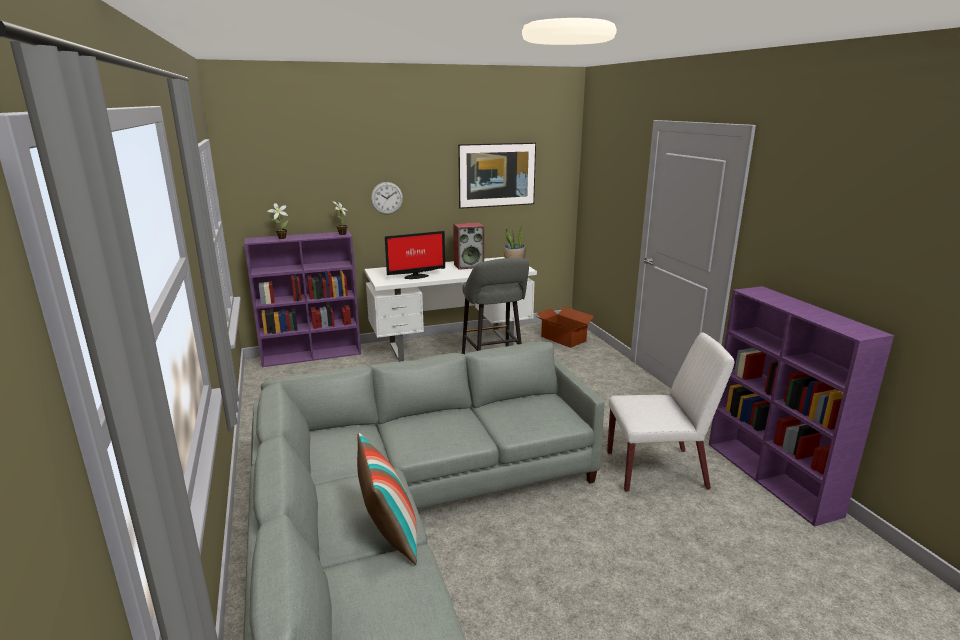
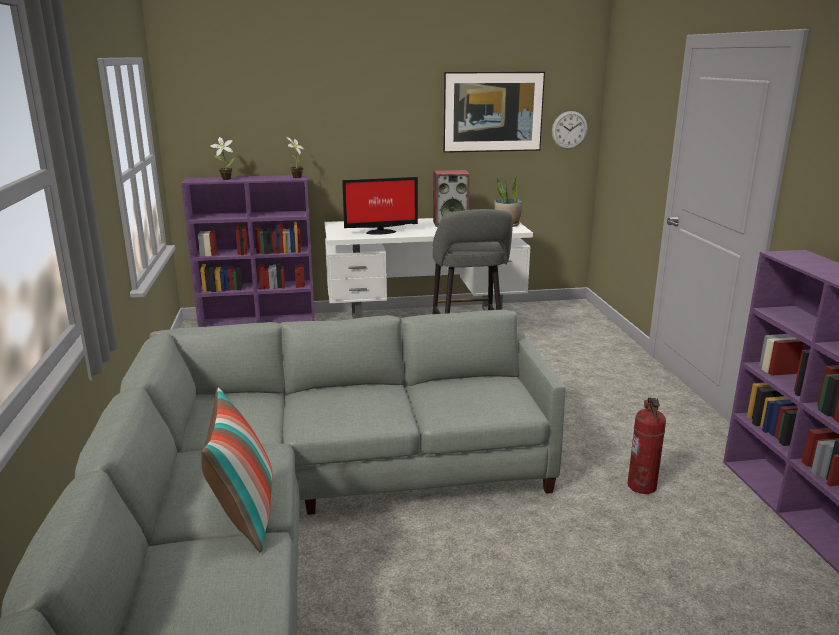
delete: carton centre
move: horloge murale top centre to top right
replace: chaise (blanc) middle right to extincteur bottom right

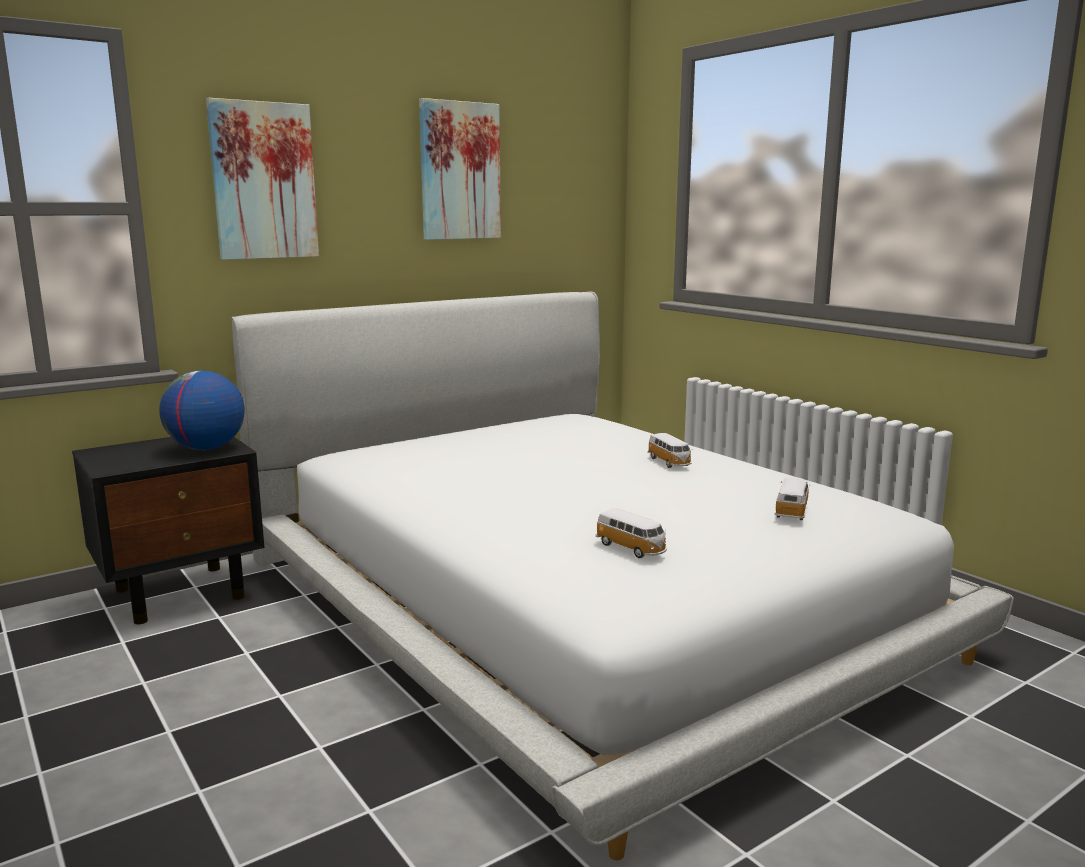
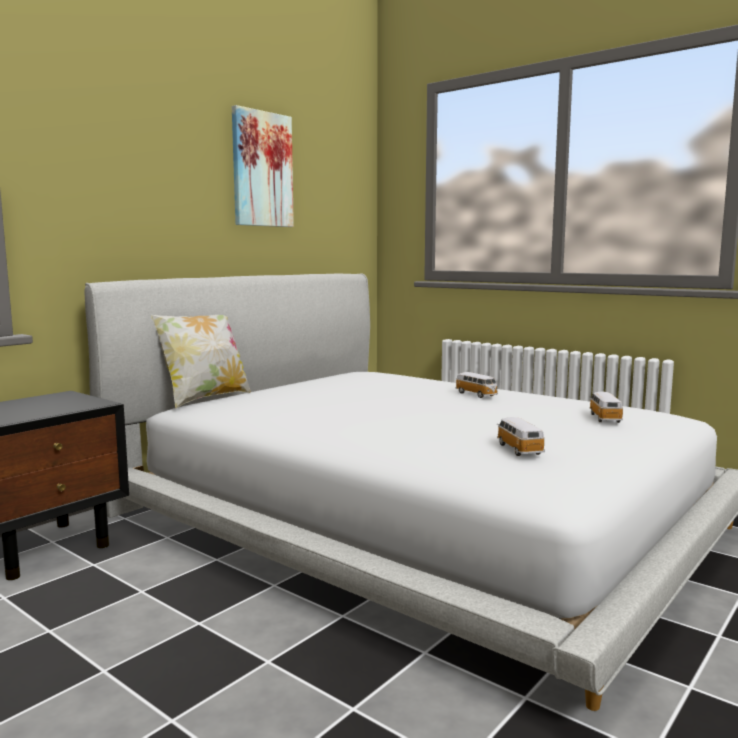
delete: globe middle left; tableau (1st from left) top left
insert: coussin middle left
rotate: petite voiture (1st from left in the first image) centre = middle right 135 degrees counterclockwise

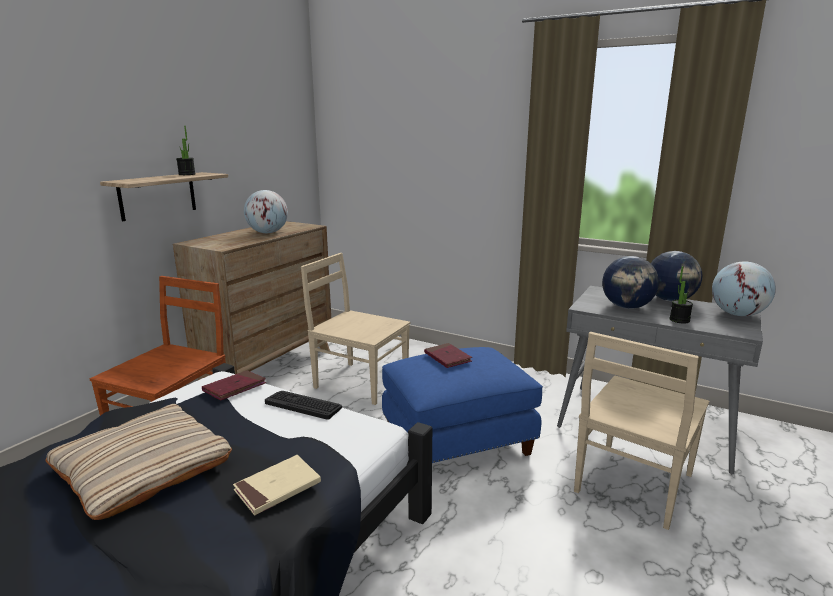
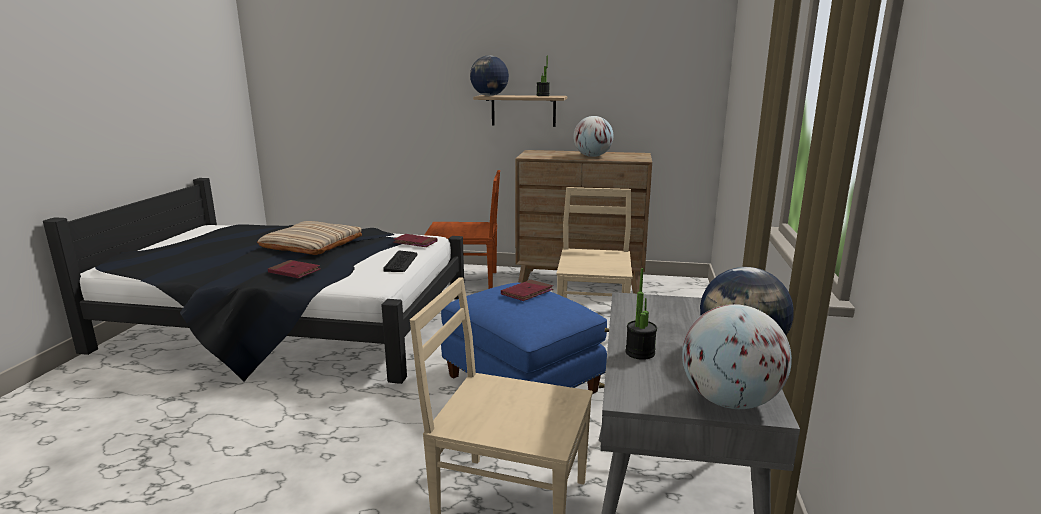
move: globe (2nd from left in the first image) middle right to globe (1st from left) top centre
recolor: livre (beige) bottom left to livre (rouge) (1st from left) middle left

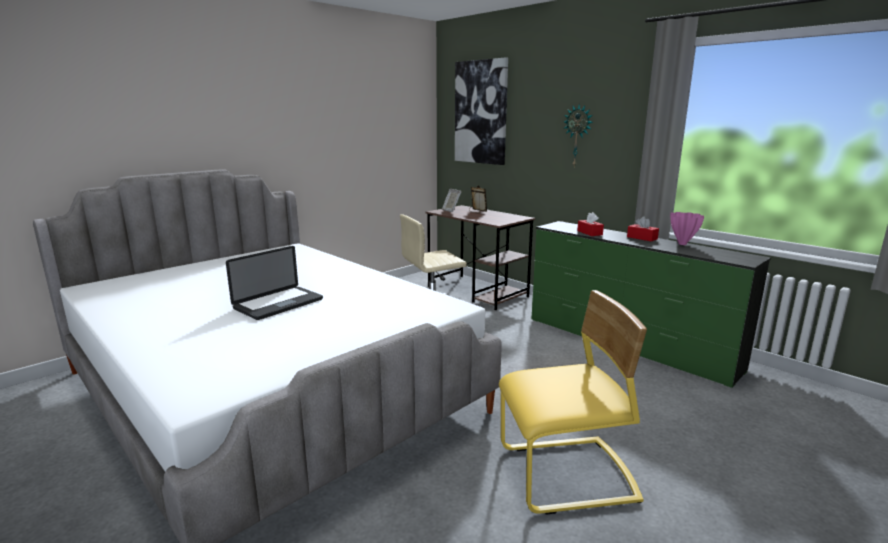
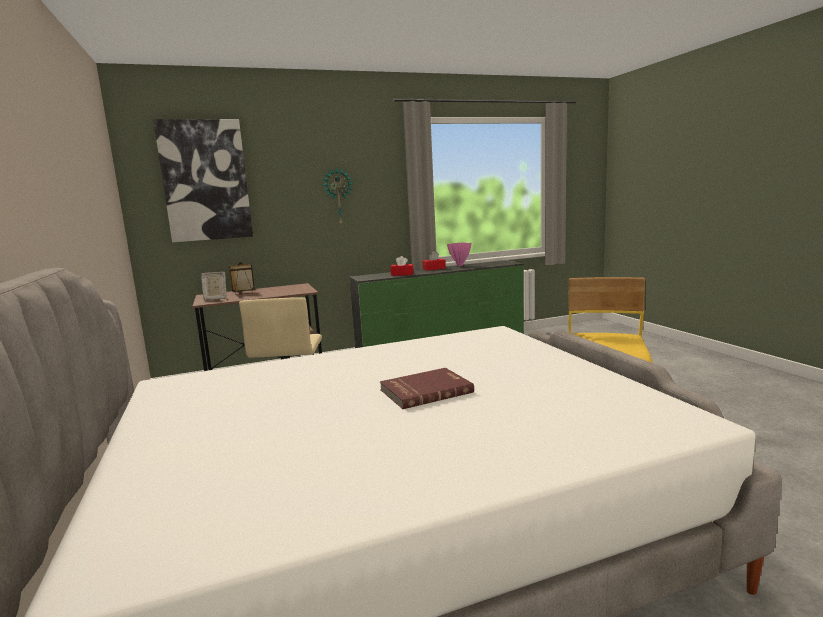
replace: ordinateur portable middle left to livre (rouge) centre

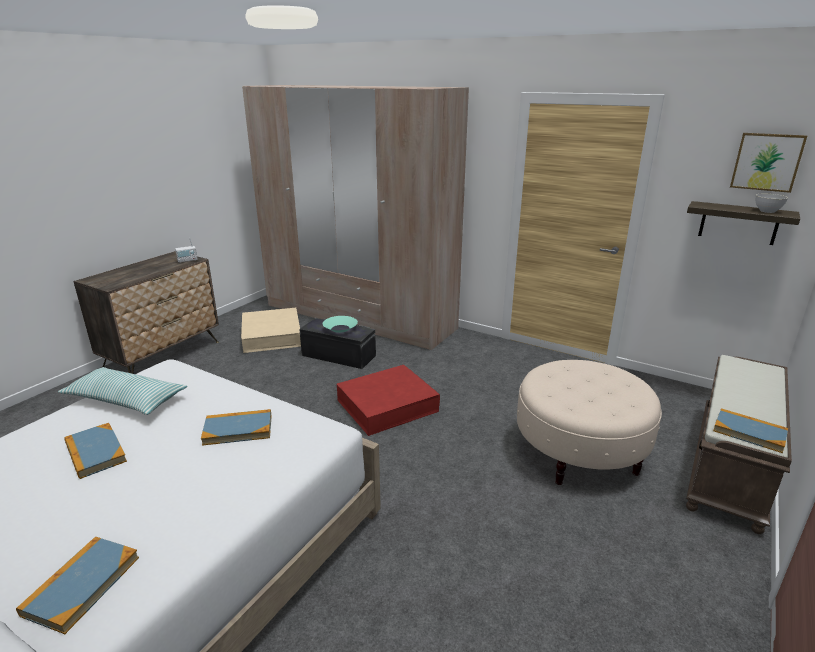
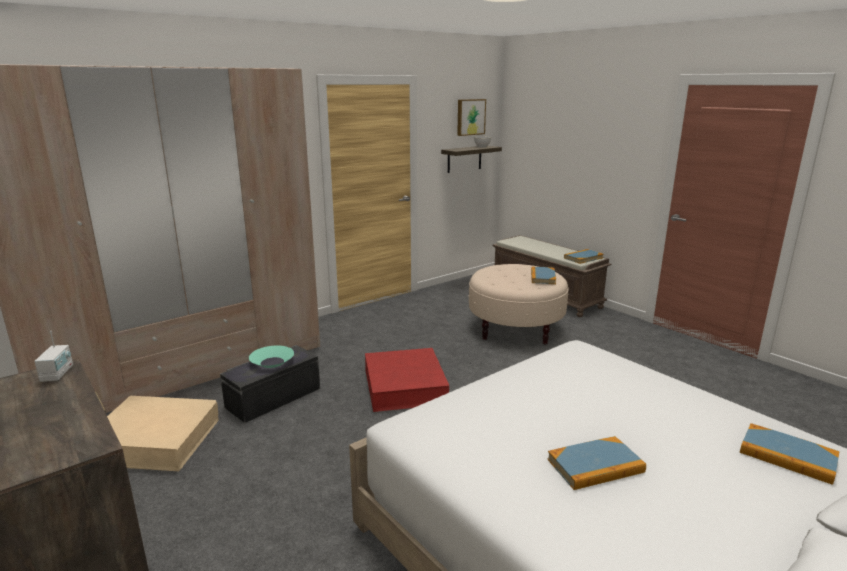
delete: coussin middle left
move: livre (3rd from left in the first image) middle left to livre (1st from left) centre

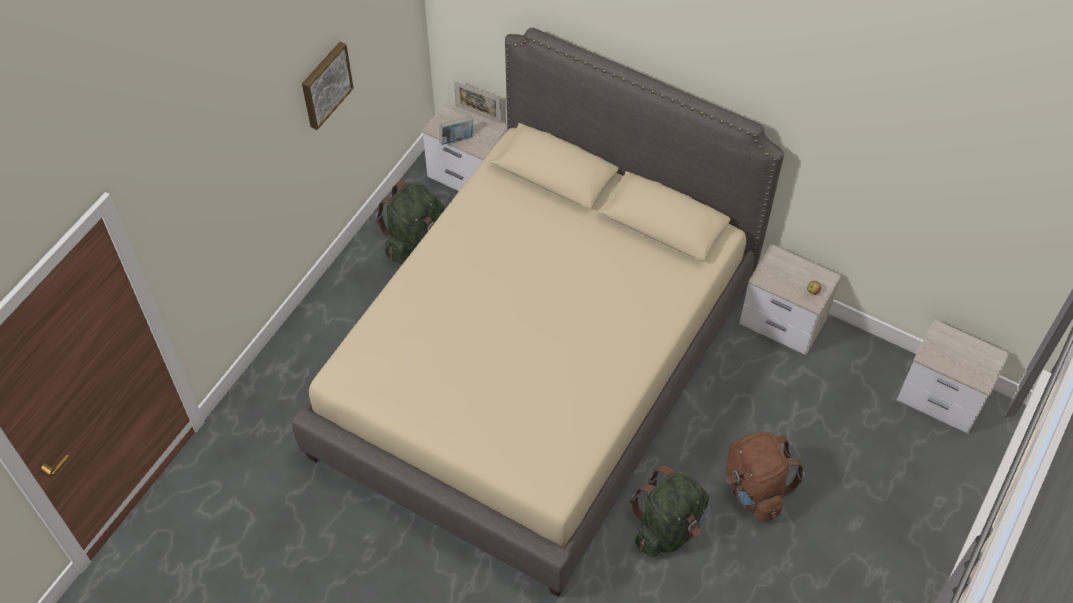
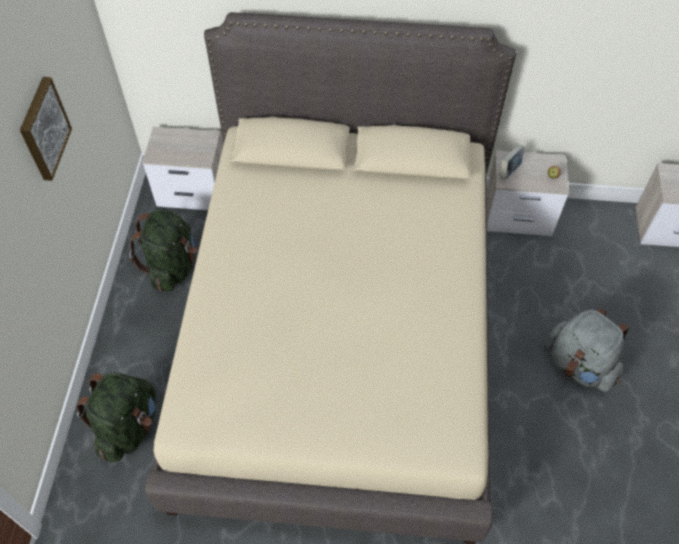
delete: cadre photo top centre
move: livre top centre to top right; sac à dos (vert) (2nd from left in the first image) bottom centre to sac à dos (vert) (1st from left) bottom left
recolor: sac à dos (marron) bottom right to sac à dos (gris) middle right

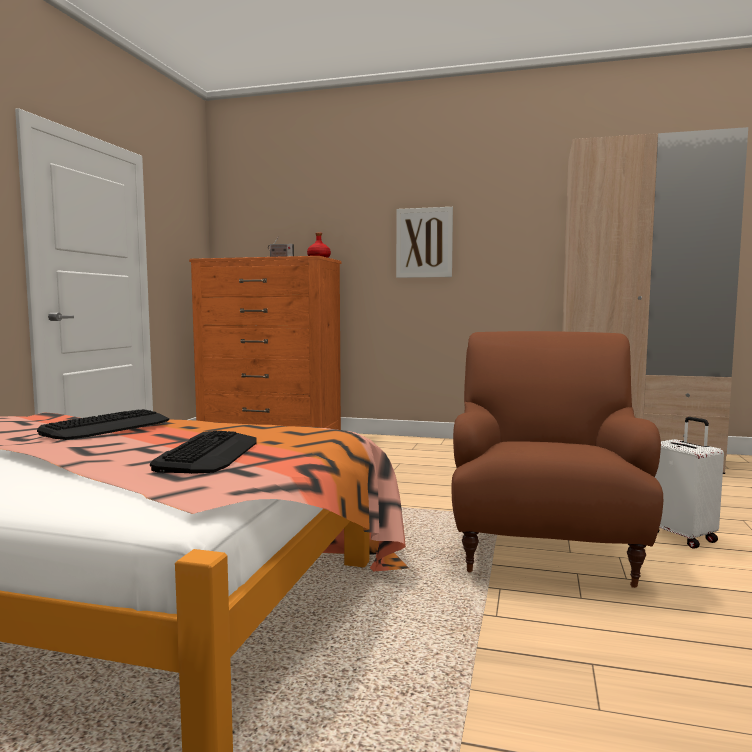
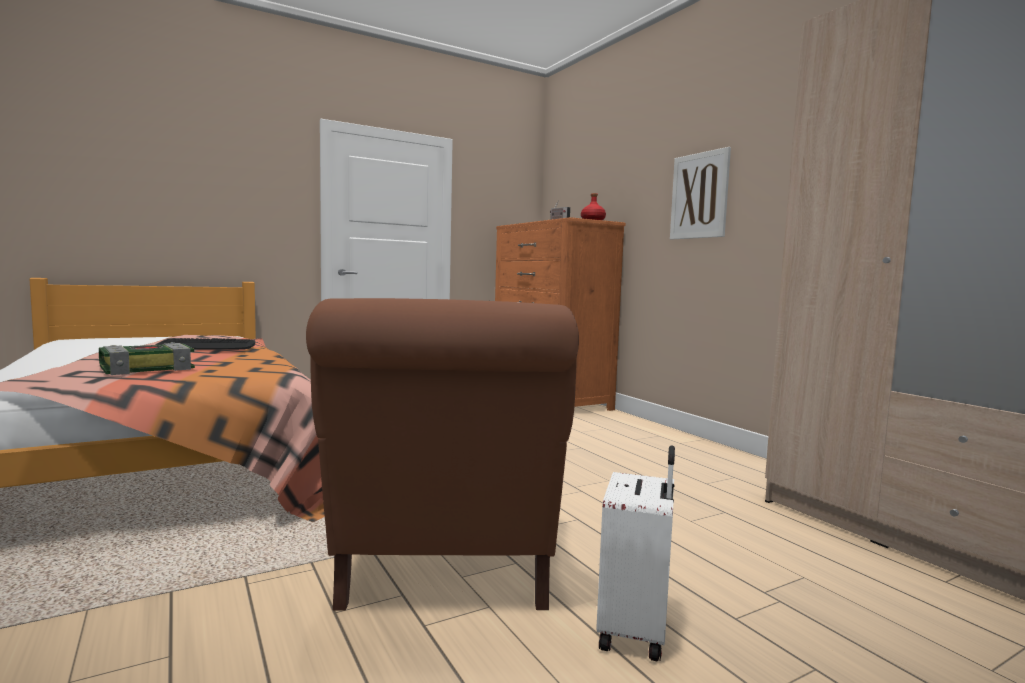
replace: clavier (2nd from left) middle left to livre middle left
rotate: fauteuil (marron) middle right = centre 120 degrees clockwise

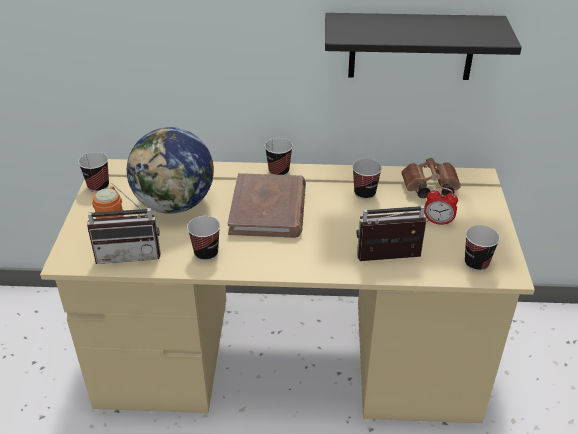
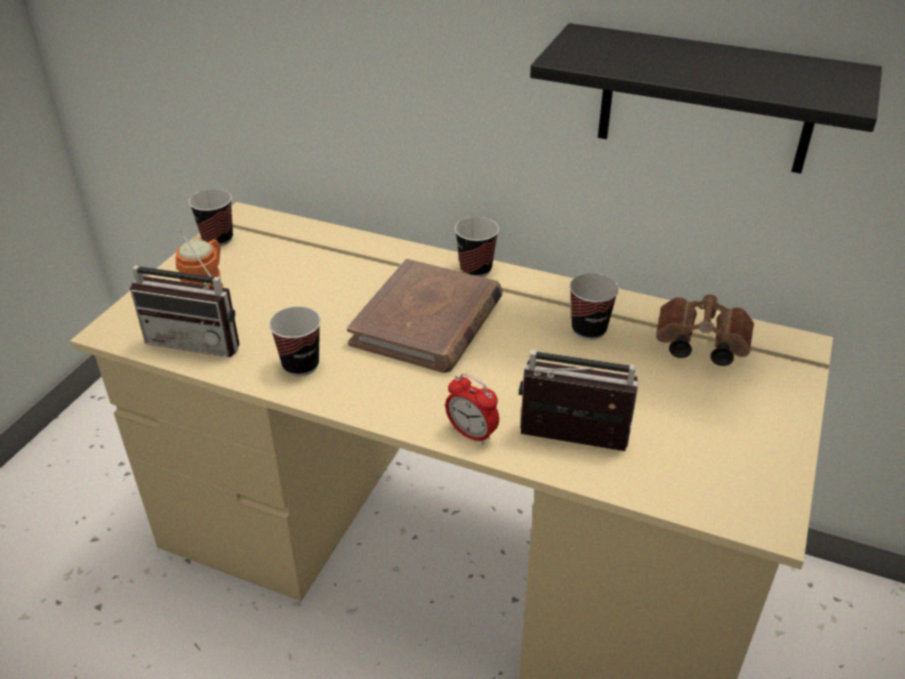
delete: globe middle left; tasse (5th from left) middle right
move: réveil middle right to centre

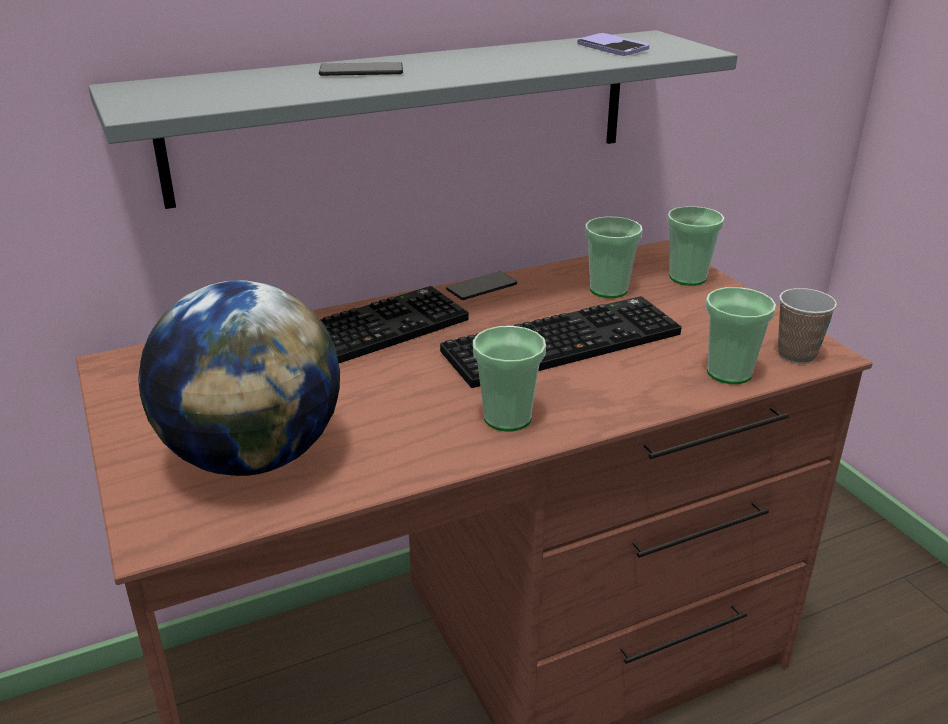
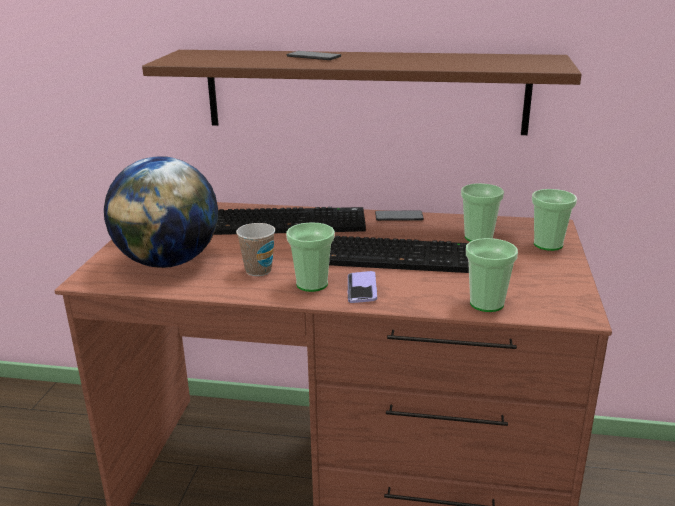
move: téléphone (3rd from left in the first image) top centre to téléphone (2nd from left) centre; tasse (5th from left in the first image) middle right to tasse (1st from left) centre
recolor: étagère (gris) top centre to étagère (marron) top centre

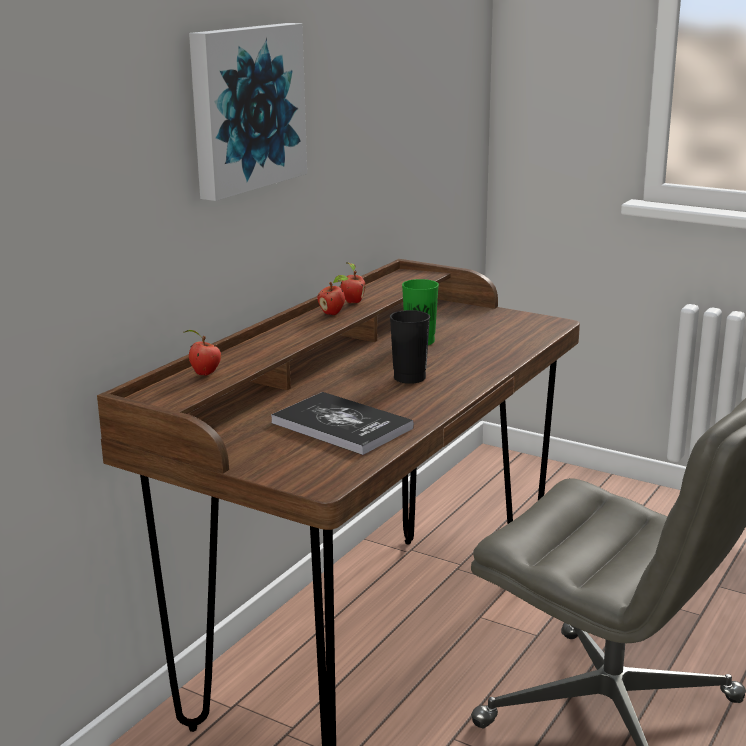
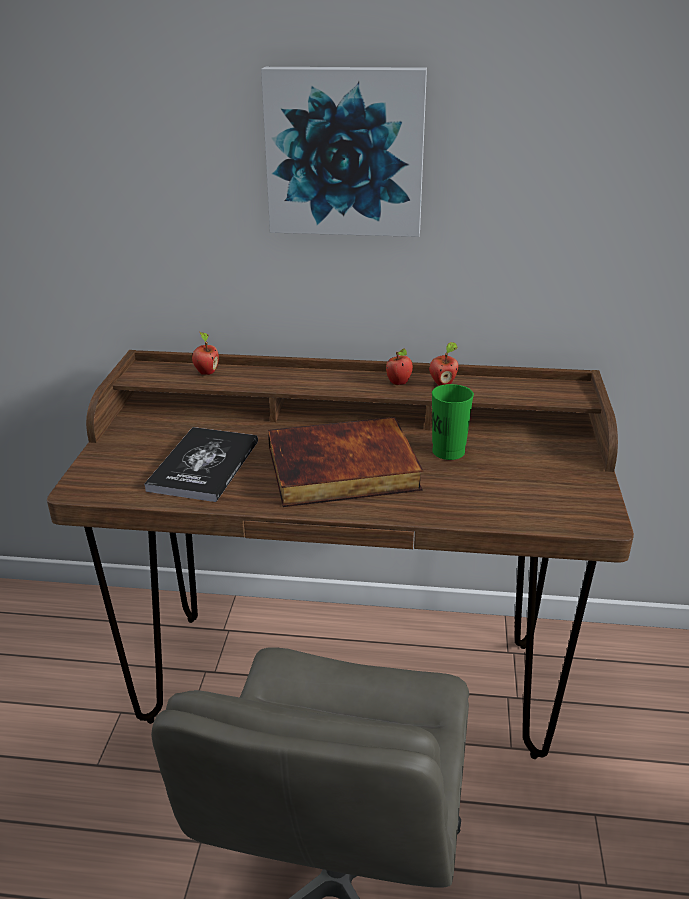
replace: tasse (noir) centre to livre (2nd from left) centre

